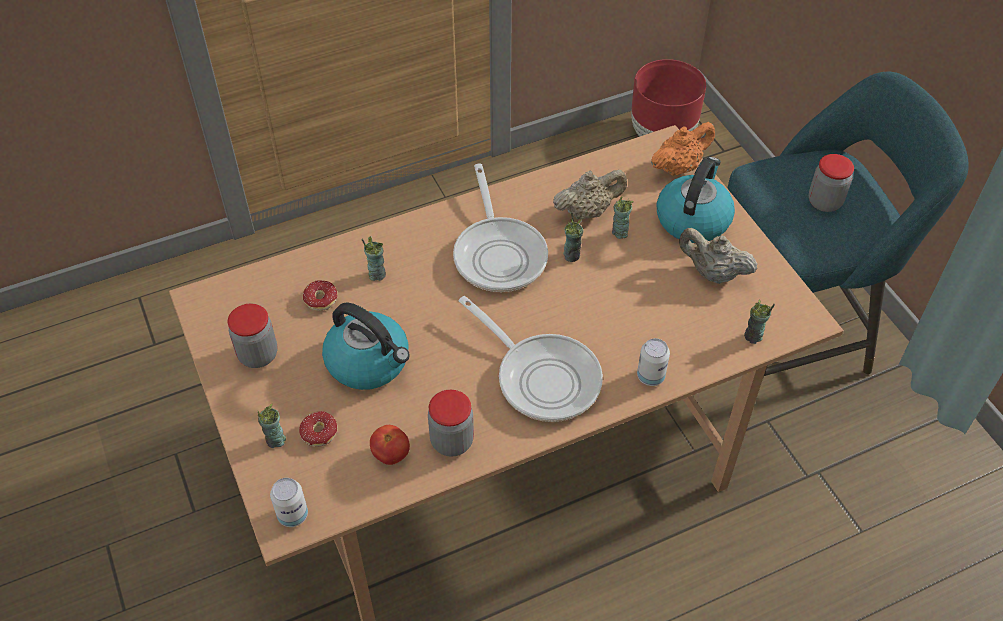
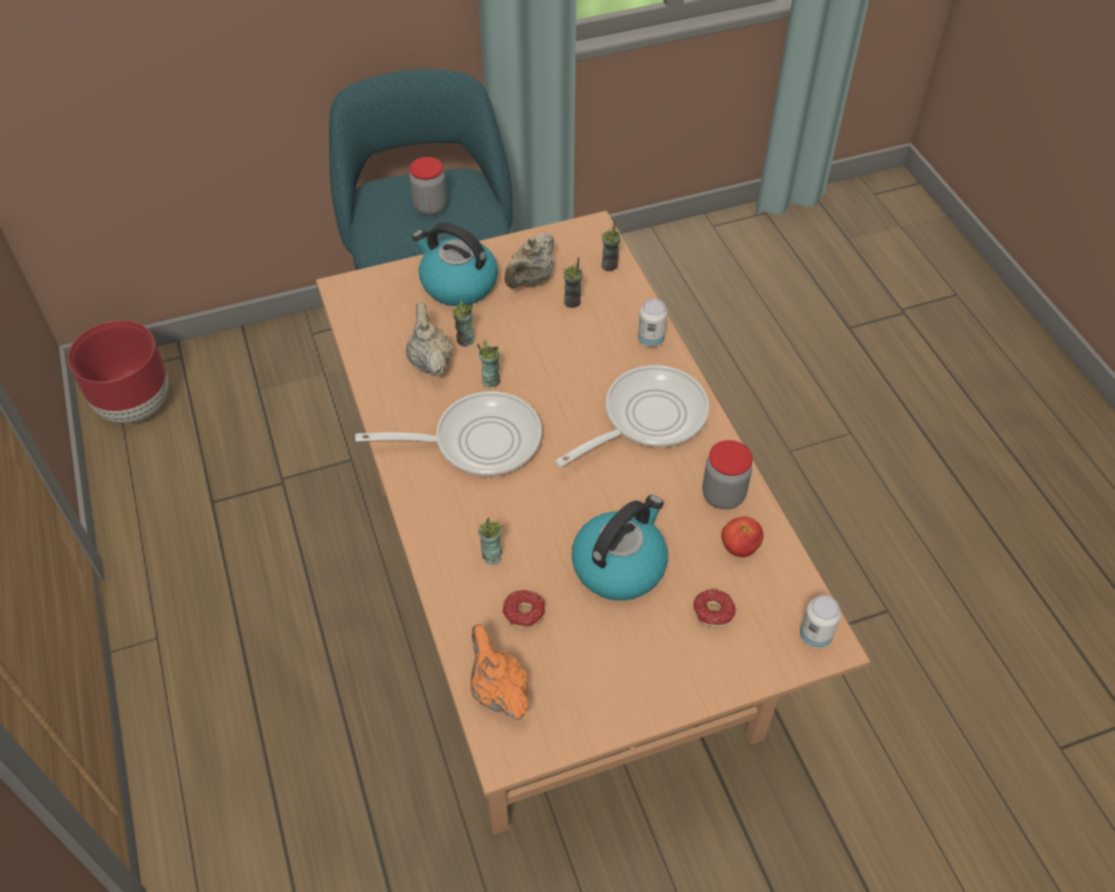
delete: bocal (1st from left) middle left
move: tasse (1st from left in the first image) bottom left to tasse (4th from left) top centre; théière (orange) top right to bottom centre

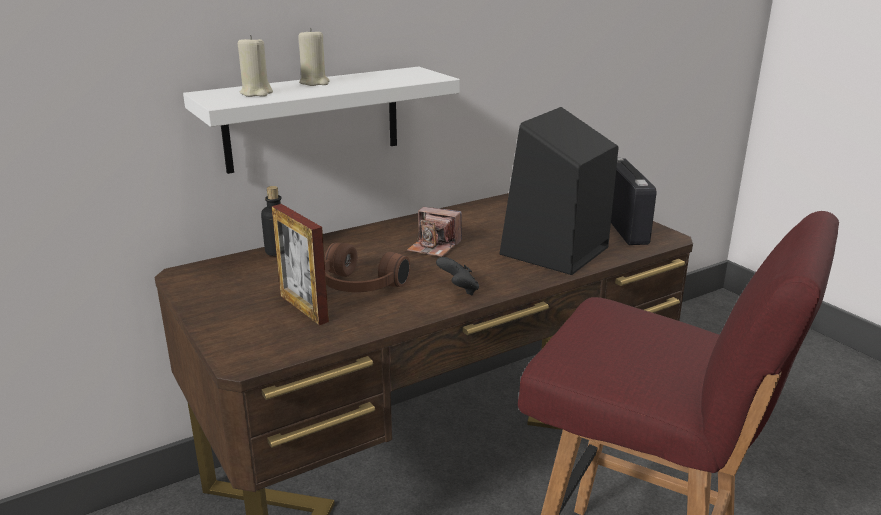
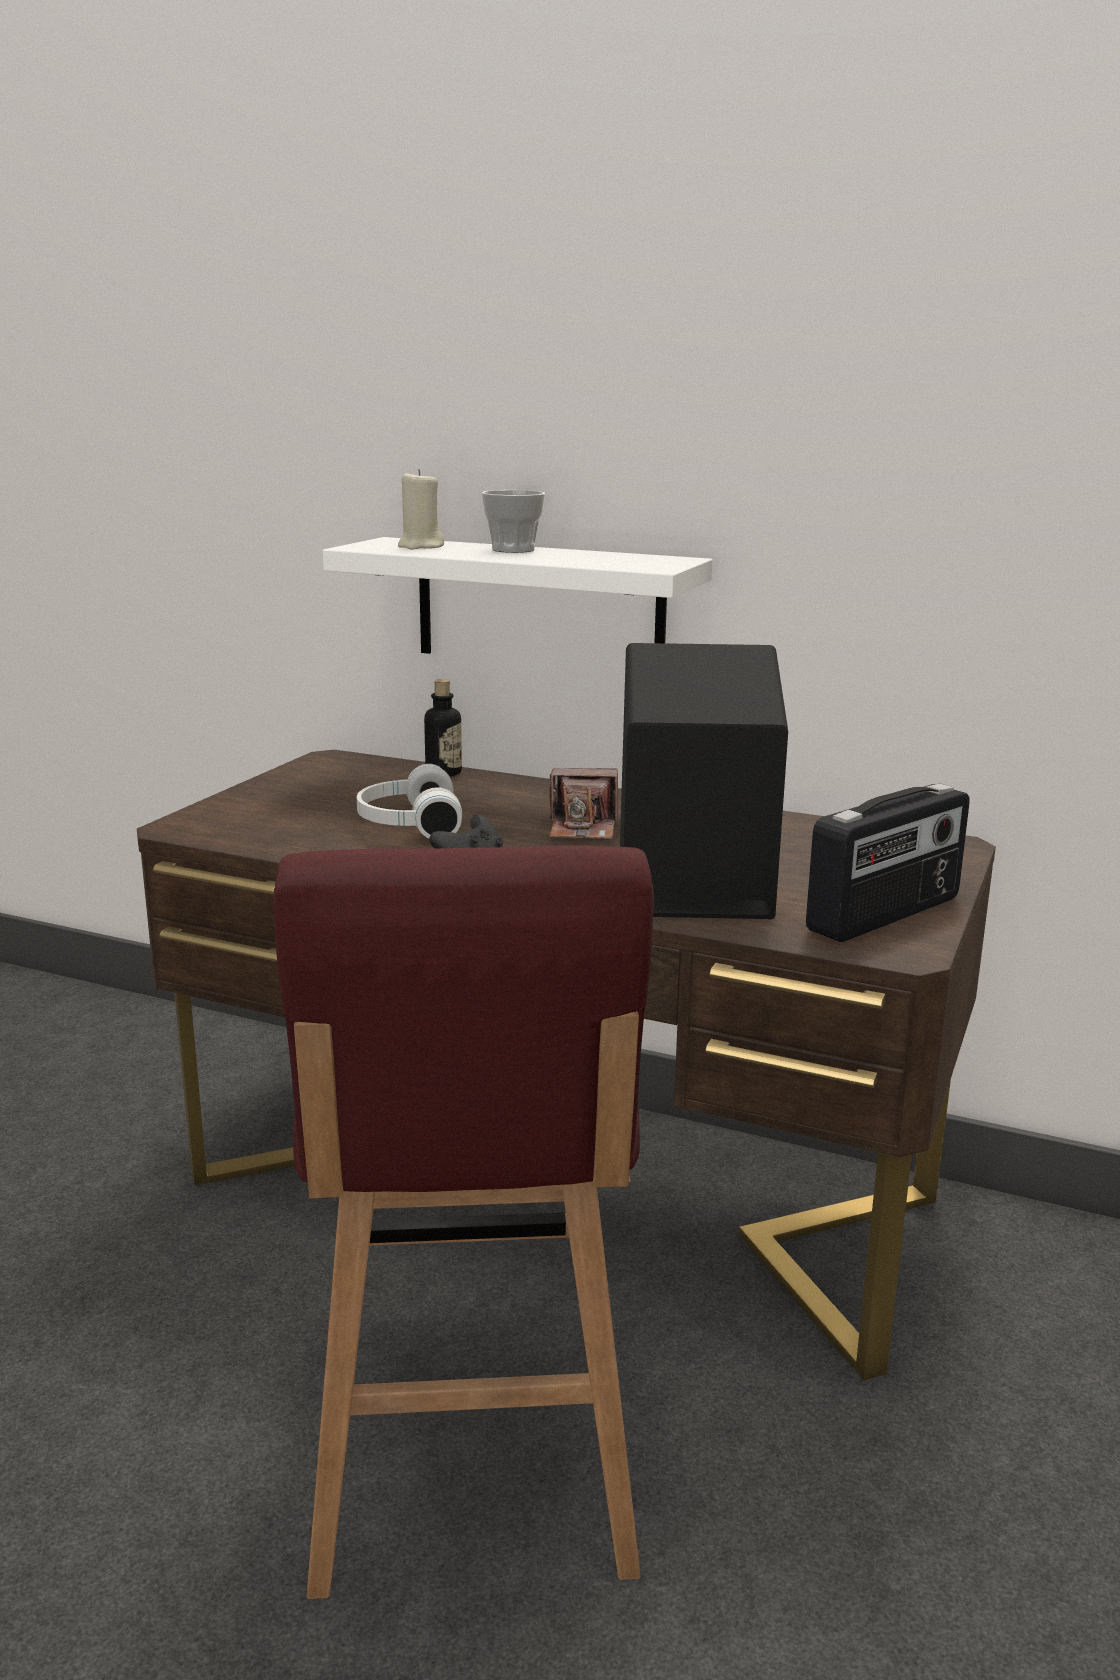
delete: cadre photo centre
replace: bougie (beige) (2nd from left) top centre to tasse top centre
recolor: casque audio (marron) centre to casque audio (blanc) centre
rotate: appareil photo centre = centre 75 degrees counterclockwise

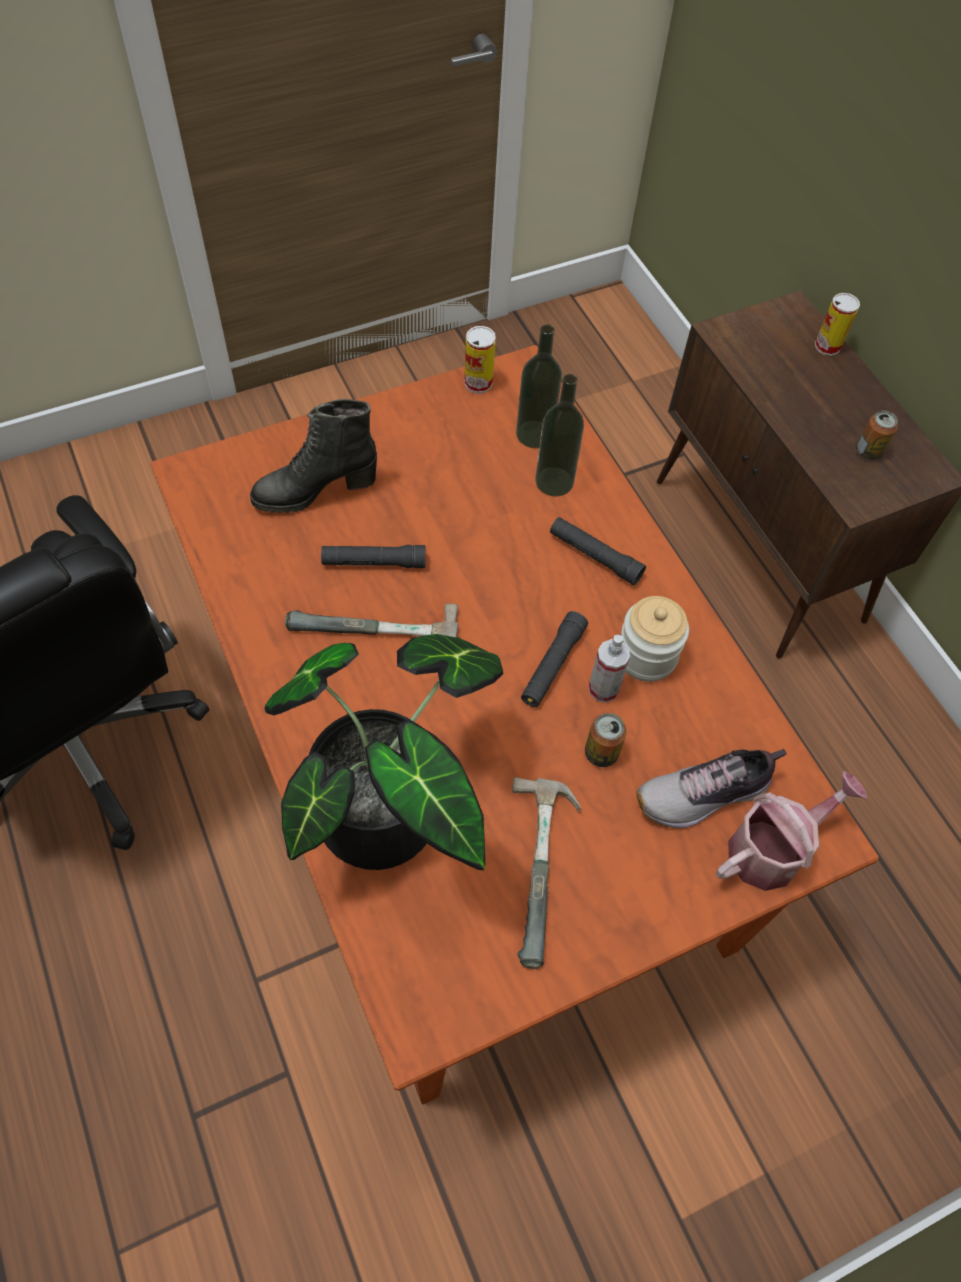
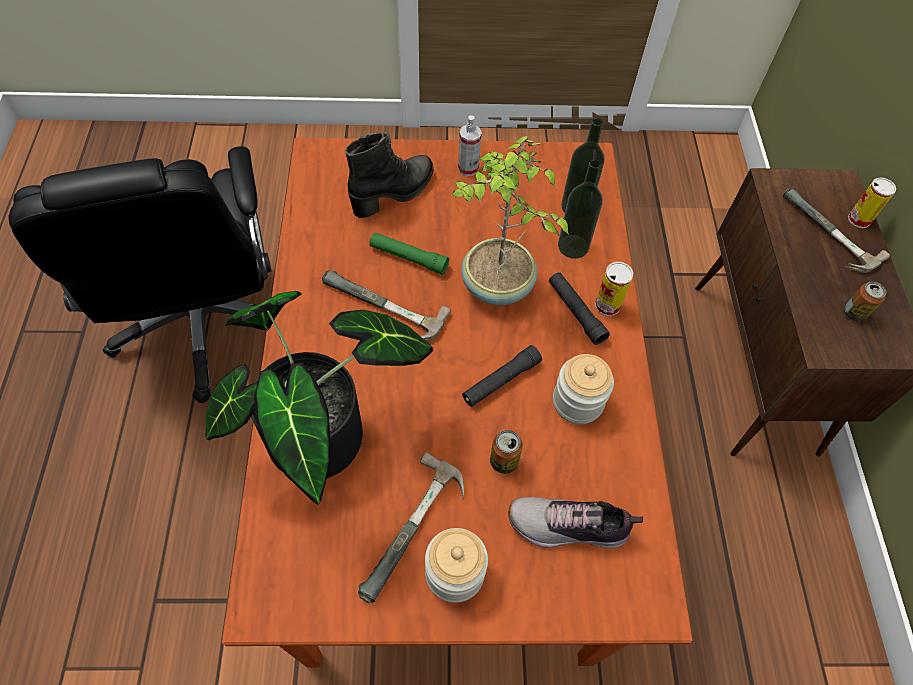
delete: arrosoir middle right
insert: bocal (1st from left) bottom centre; plante en pot (2nd from left) top centre; marteau (3rd from left) middle right
move: boîte métallique (1st from left in the first image) top centre to boîte métallique (2nd from left) middle right; vaporisateur centre to top centre
recolor: lampe de poche (noir) (1st from left) centre to lampe de poche (vert) centre
rotate: botte (noir) middle left = top centre 135 degrees clockwise

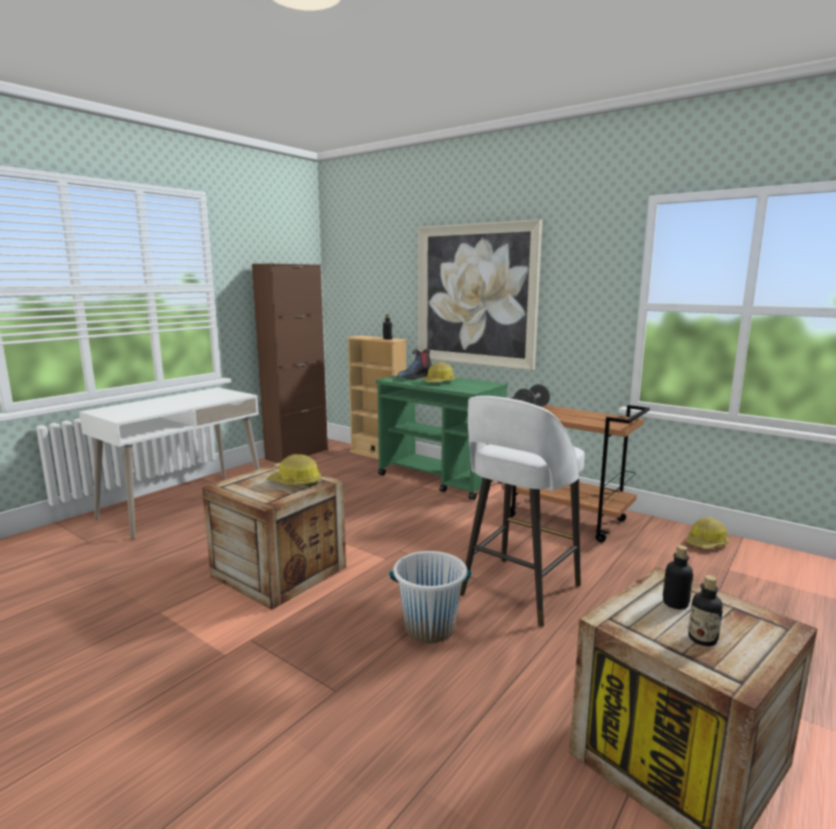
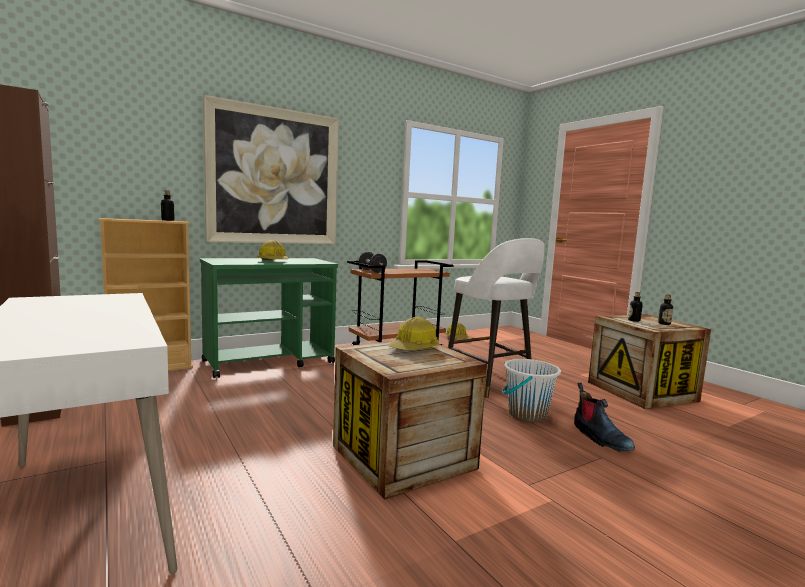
move: botte centre to bottom right

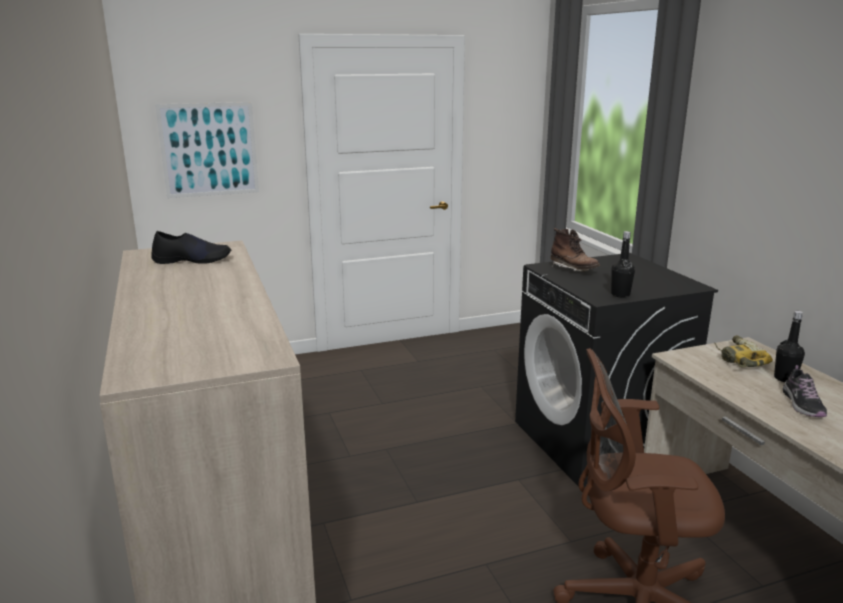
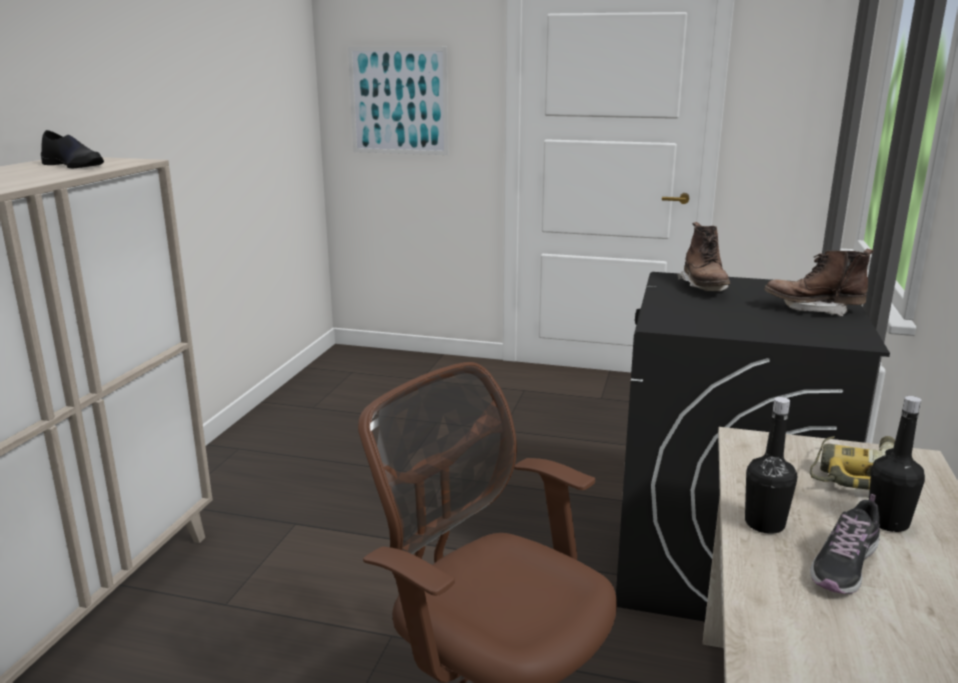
insert: botte (marron) (2nd from left) middle right
move: bouteille (noir) (1st from left) middle right to bottom right

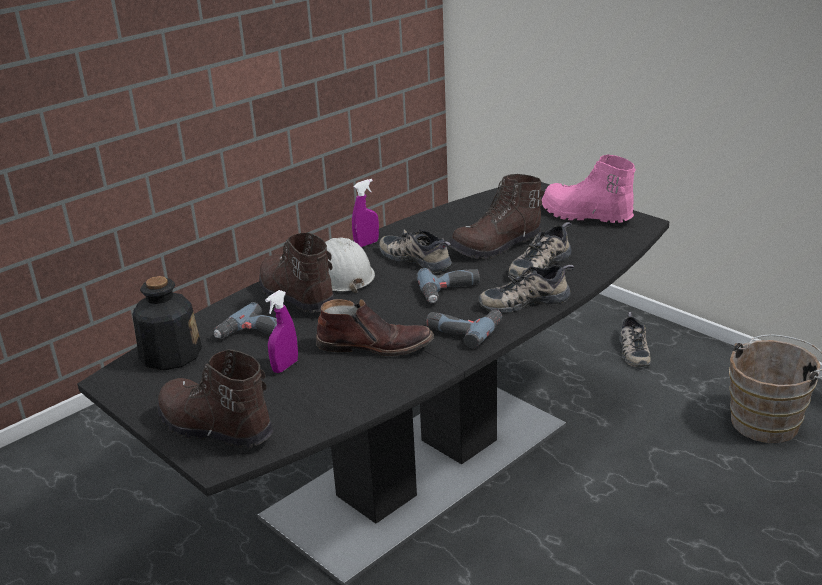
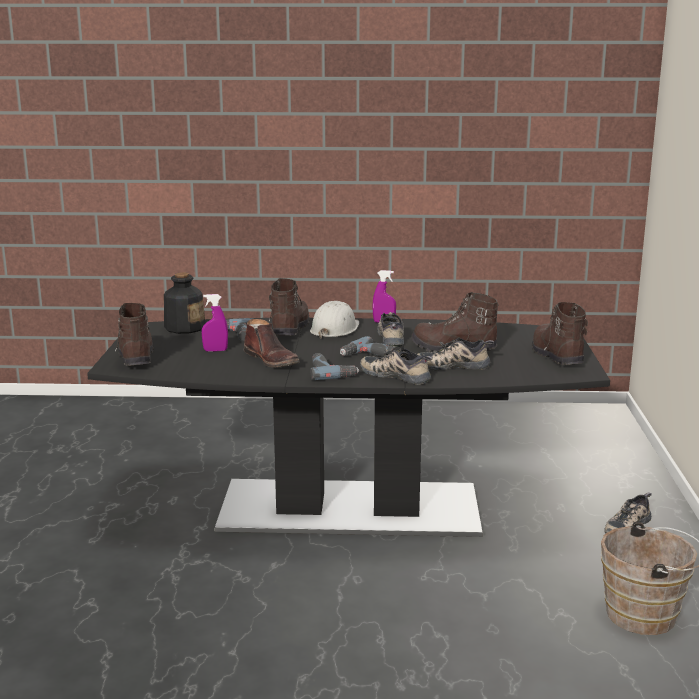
recolor: botte (rose) top right to botte (marron) (5th from left) middle right

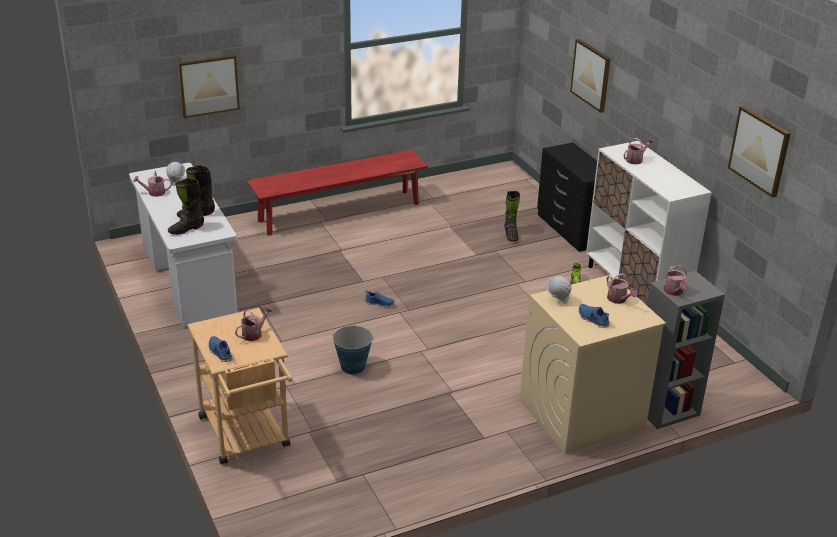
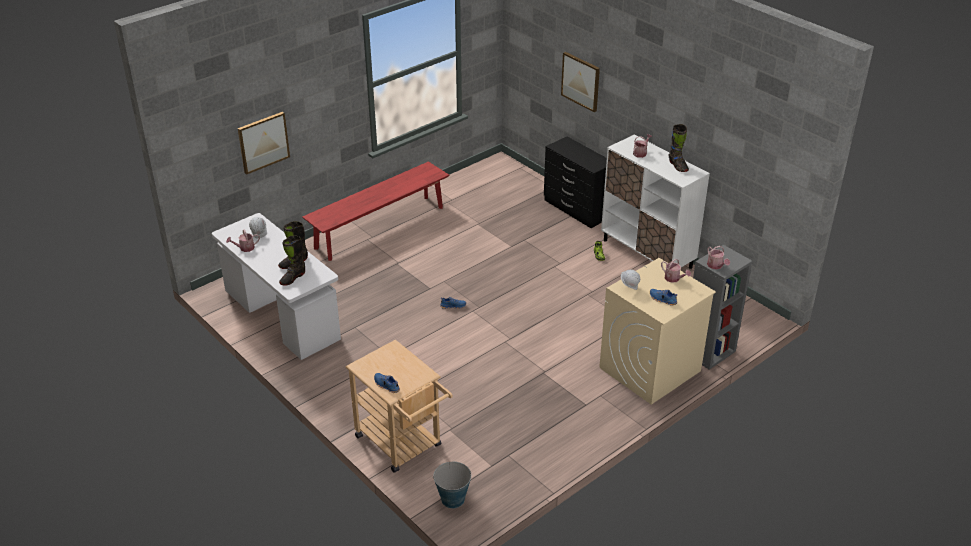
delete: arrosoir (2nd from left) middle left; tableau (3rd from left) top right
move: seau centre to bottom centre; botte (noir) (3rd from left) centre to top right

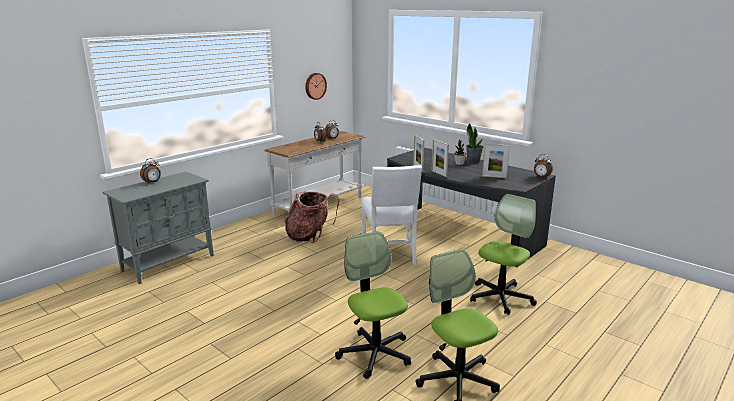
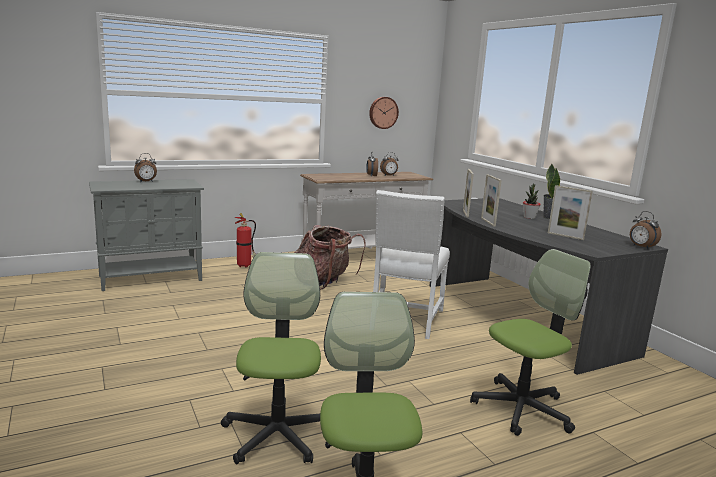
insert: extincteur centre

